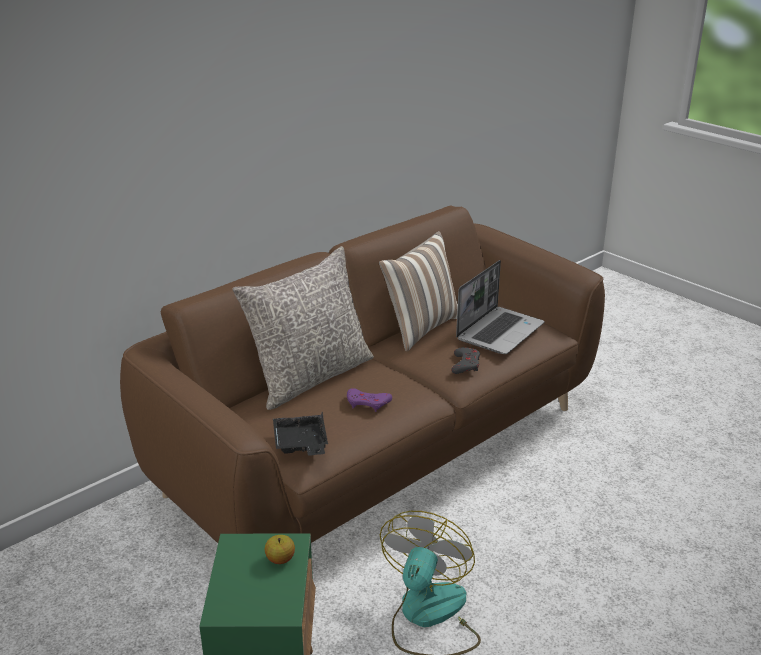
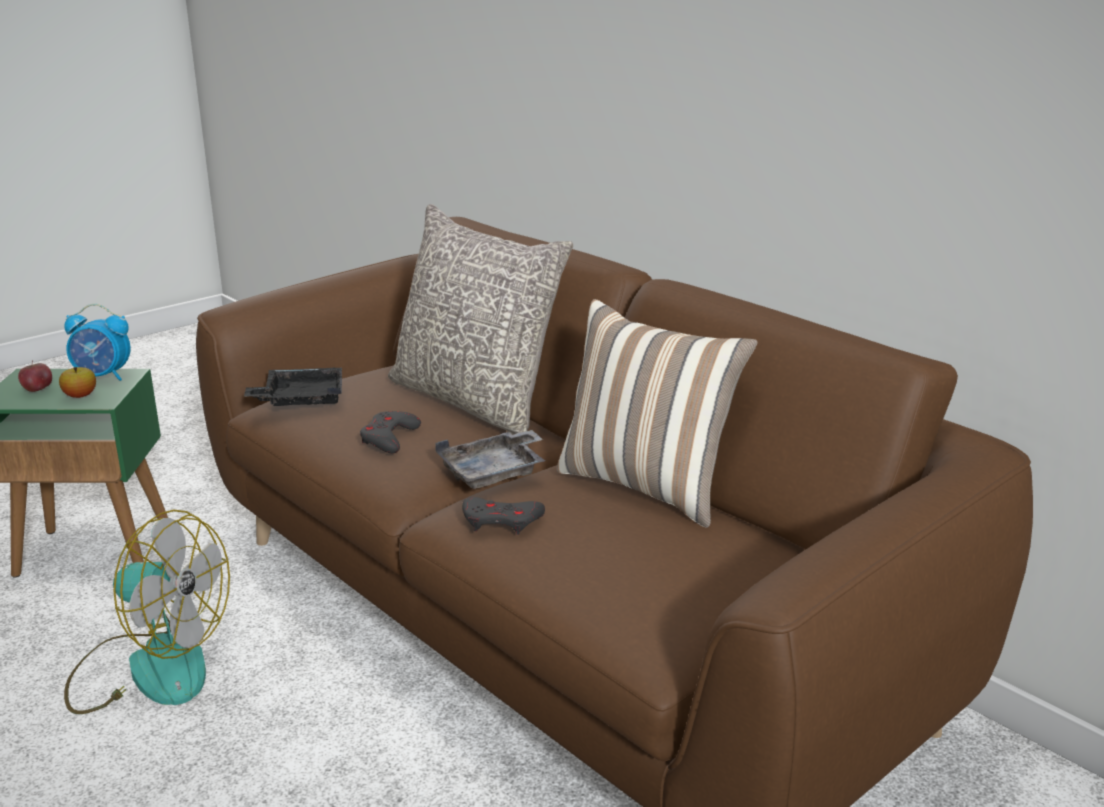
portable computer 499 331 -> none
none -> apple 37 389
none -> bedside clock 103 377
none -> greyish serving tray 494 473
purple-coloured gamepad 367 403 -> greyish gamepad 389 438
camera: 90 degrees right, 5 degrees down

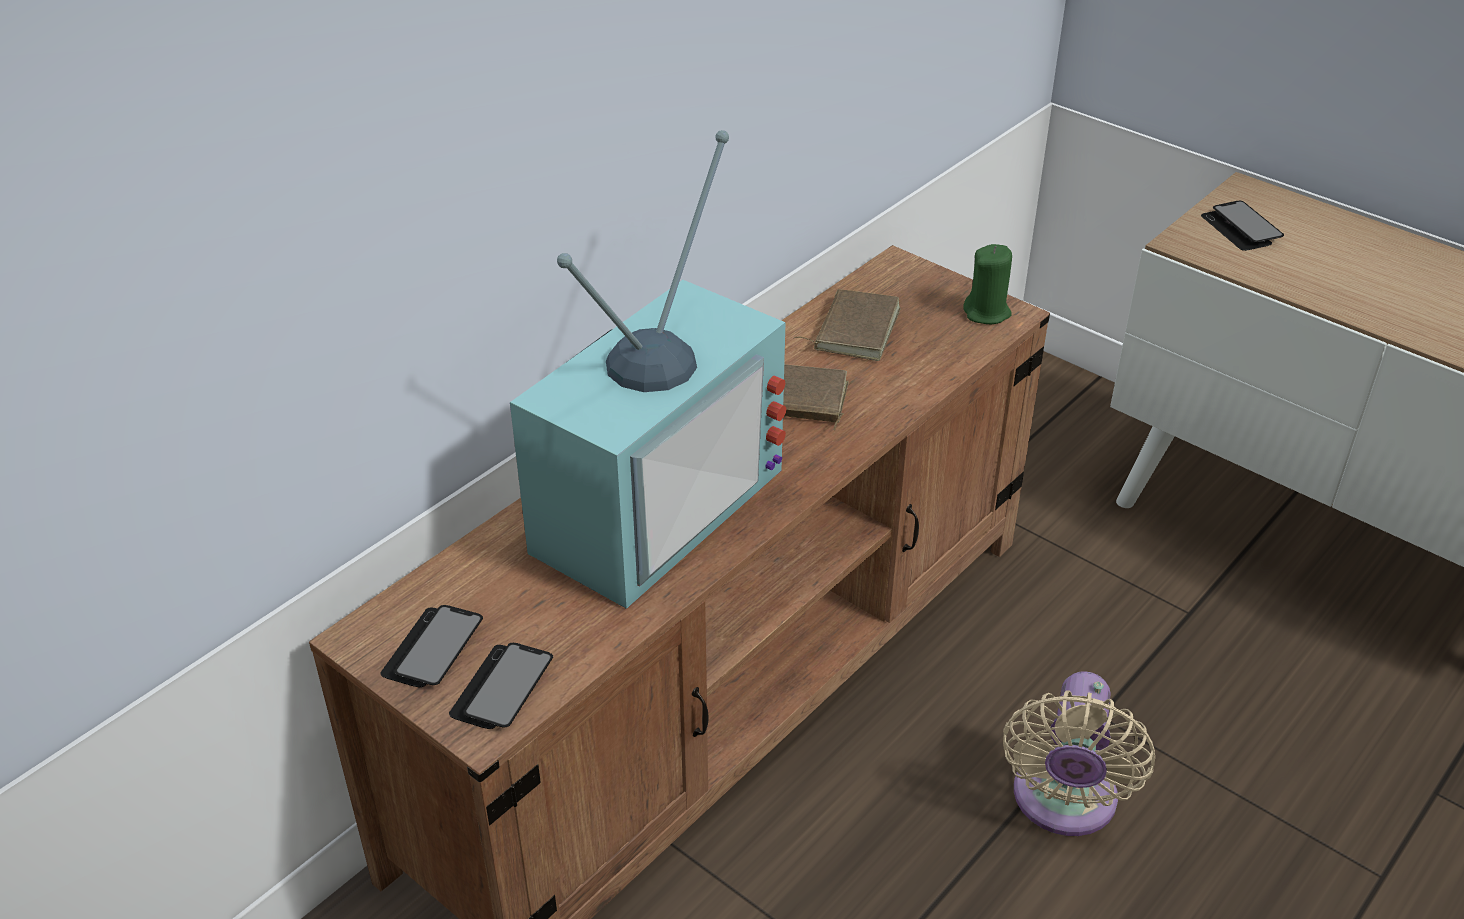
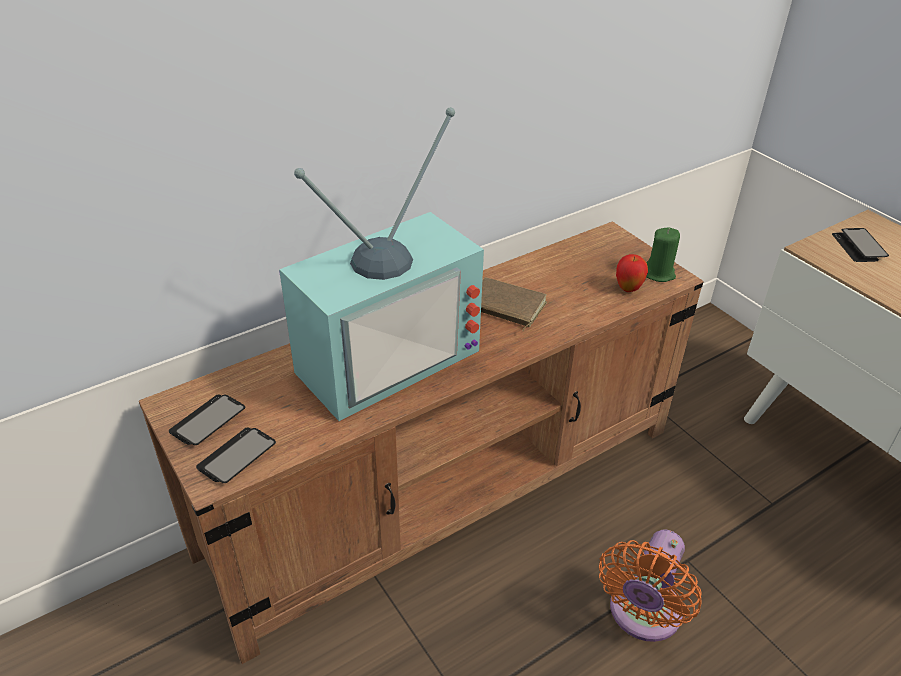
brown-coloured book 854 329 -> none
none -> apple 628 288
beige fan 1063 804 -> orange-coloured fan 642 615
camera: 15 degrees right, 0 degrees up

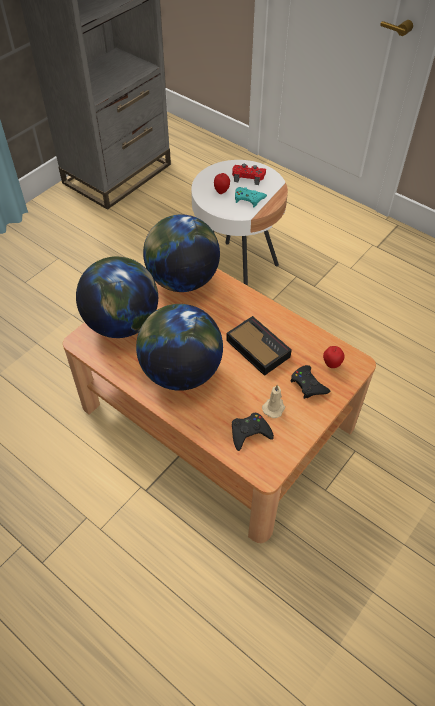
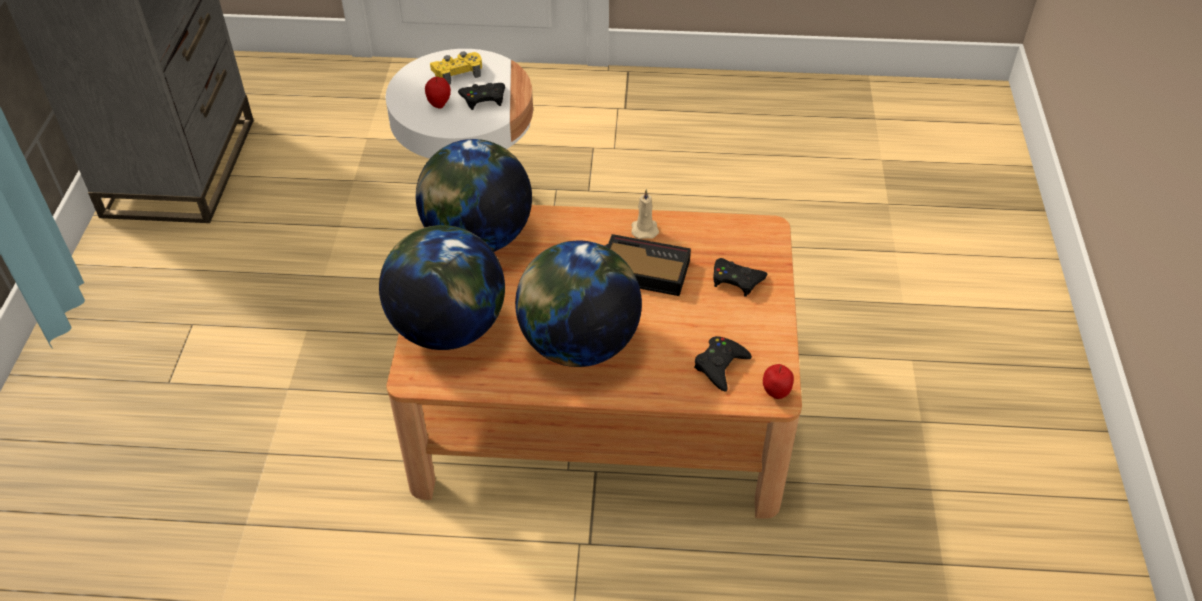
beige candle 274 407 -> beige candle 644 229, relocated
apple 331 364 -> apple 775 393, relocated
red-coloured gamepad 248 177 -> yellow-coloured gamepad 457 72
turquoise gamepad 248 199 -> black-coloured gamepad 483 99
camera: 35 degrees left, 5 degrees down

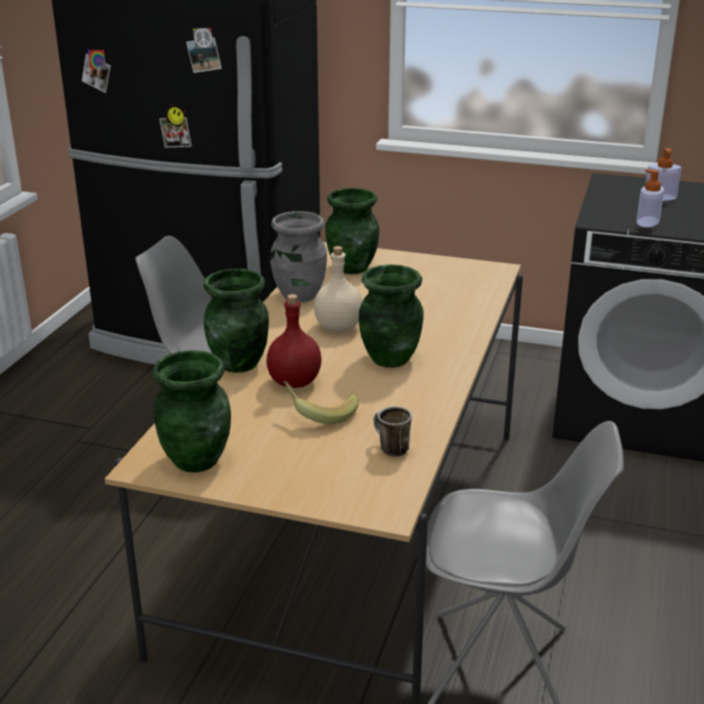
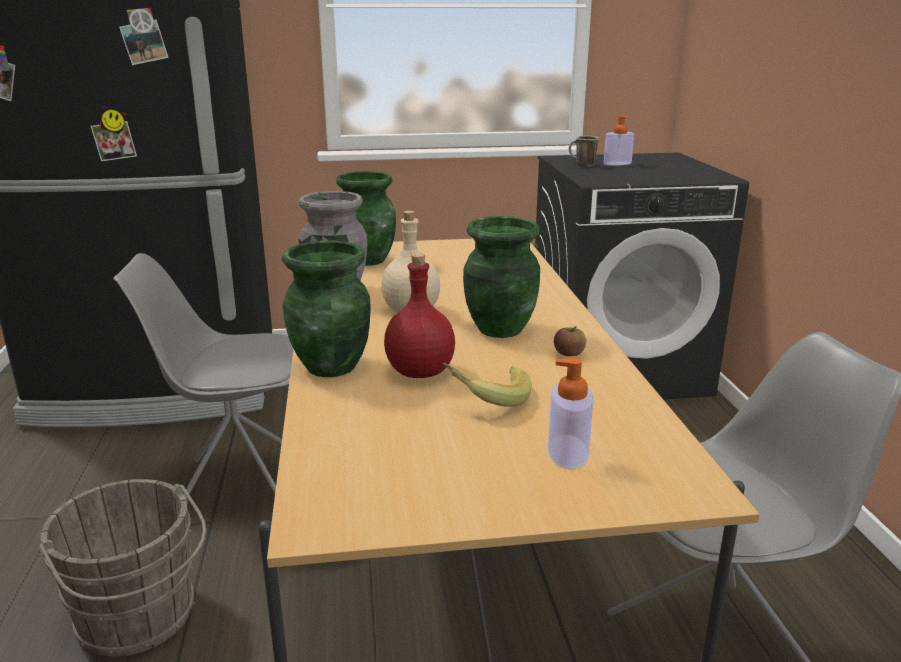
greenish decorative vase 197 459 -> none
none -> greyish pail 139 619
none -> apple 569 353
coffee mug 389 449 -> coffee mug 582 165, relocated
liquid soap bottle 647 222 -> liquid soap bottle 568 452, relocated
camera: 25 degrees left, 5 degrees down

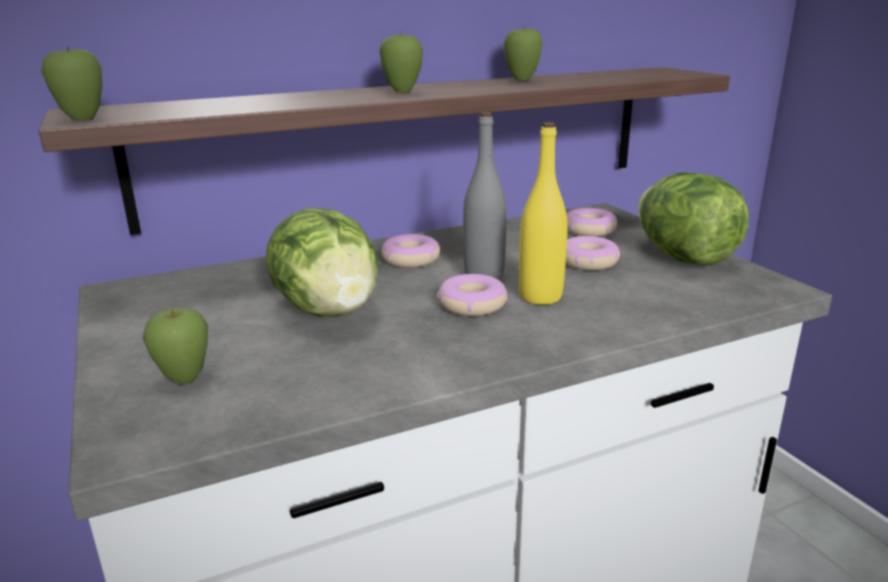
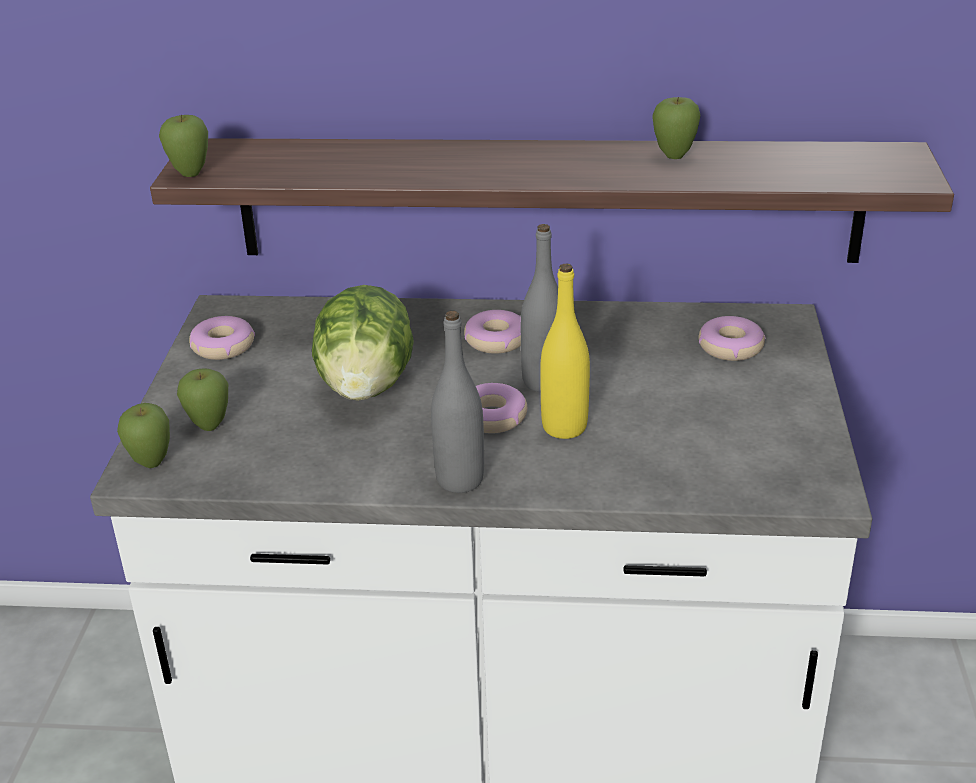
lettuce head 683 257 -> none
none -> greyish beverage bottle 460 480
apple 402 92 -> apple 151 463, relocated
donut 588 262 -> donut 223 346, relocated
camera: 30 degrees right, 10 degrees up

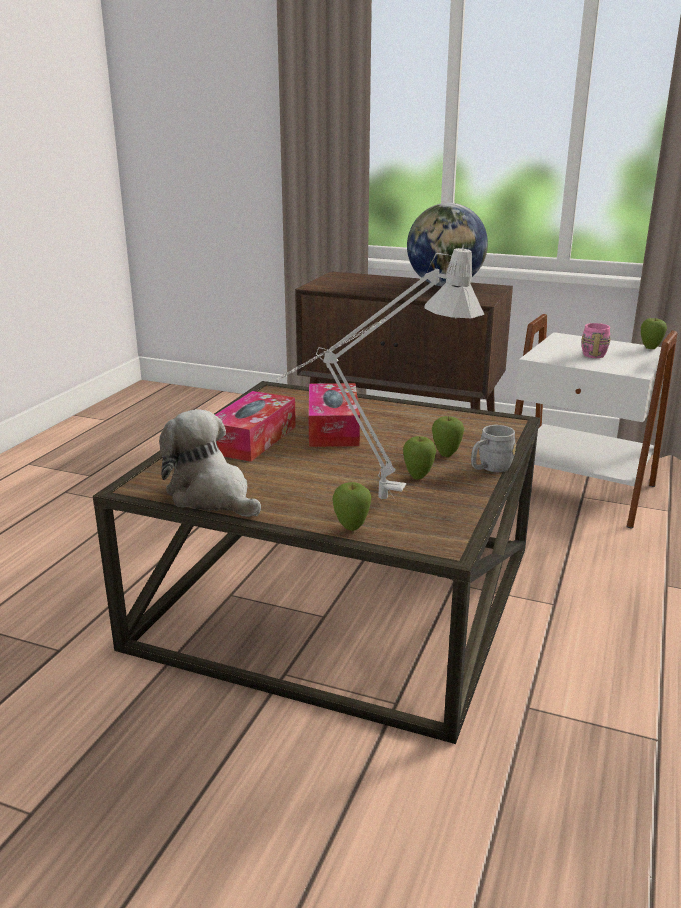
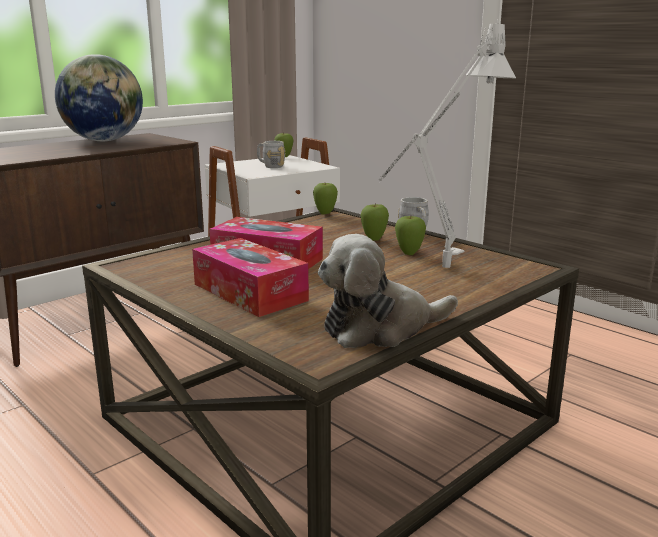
apple 351 528 -> apple 325 214, relocated
pink coffee mug 593 353 -> greyish coffee mug 270 166
camera: 65 degrees left, 5 degrees down

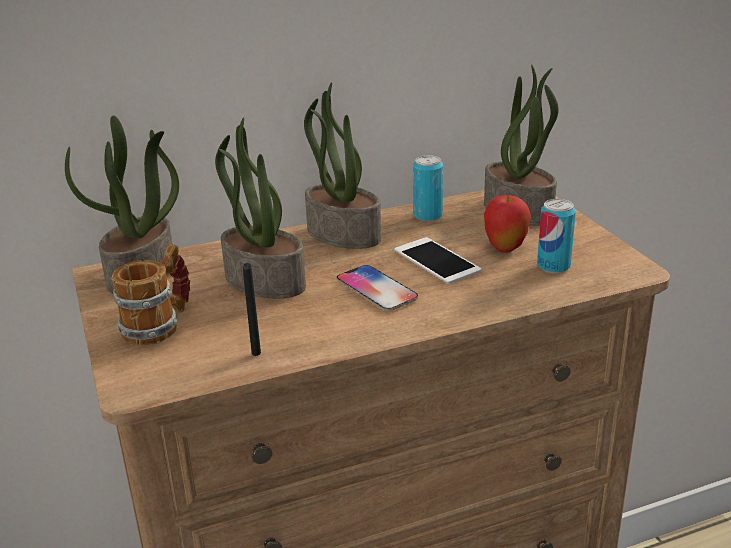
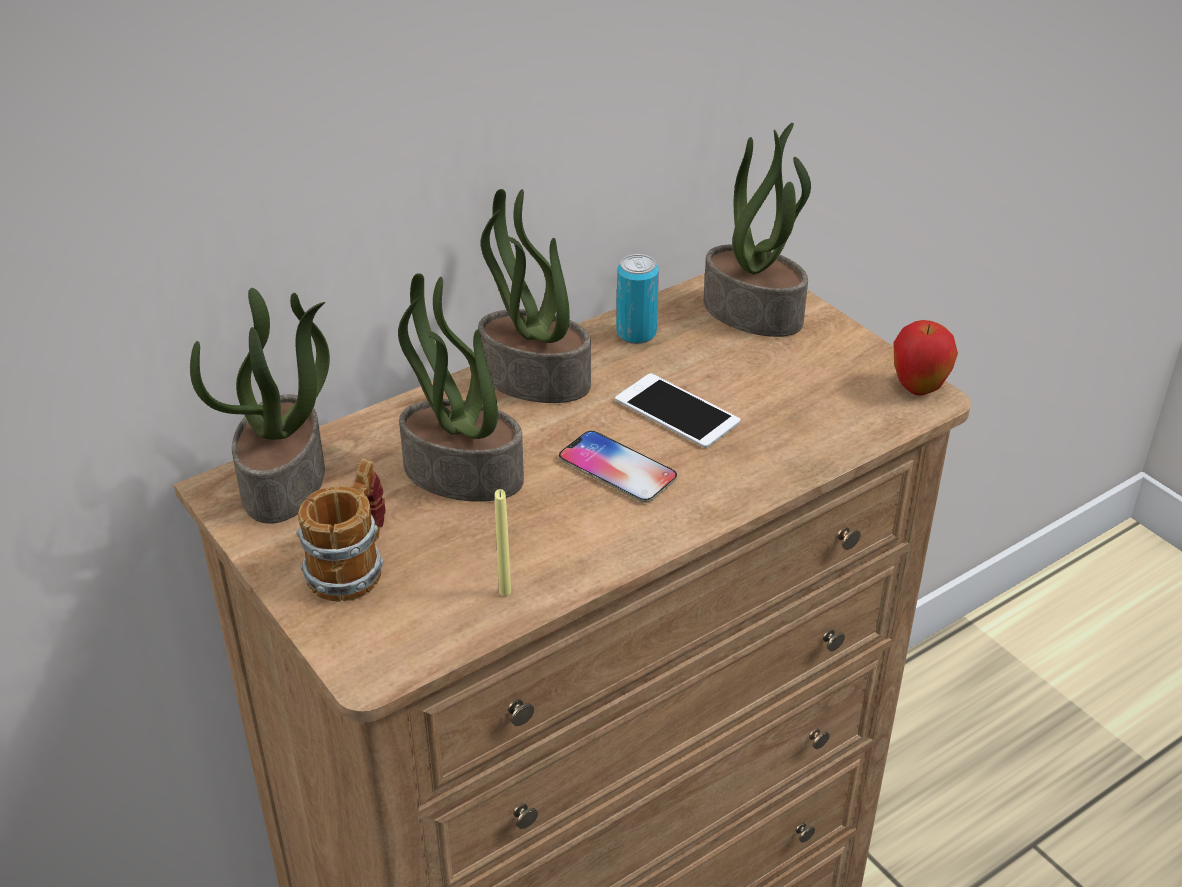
metal can 553 266 -> none
apple 505 248 -> apple 918 388, relocated
black-coloured candle 256 353 -> yellow-coloured candle 505 592
camera: 15 degrees left, 10 degrees up

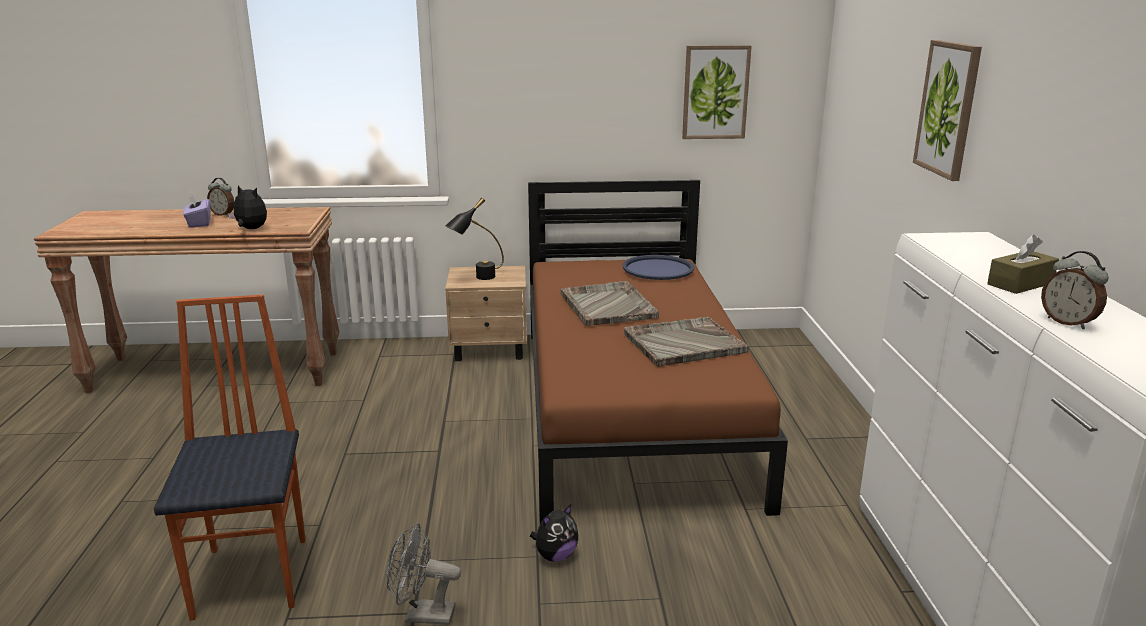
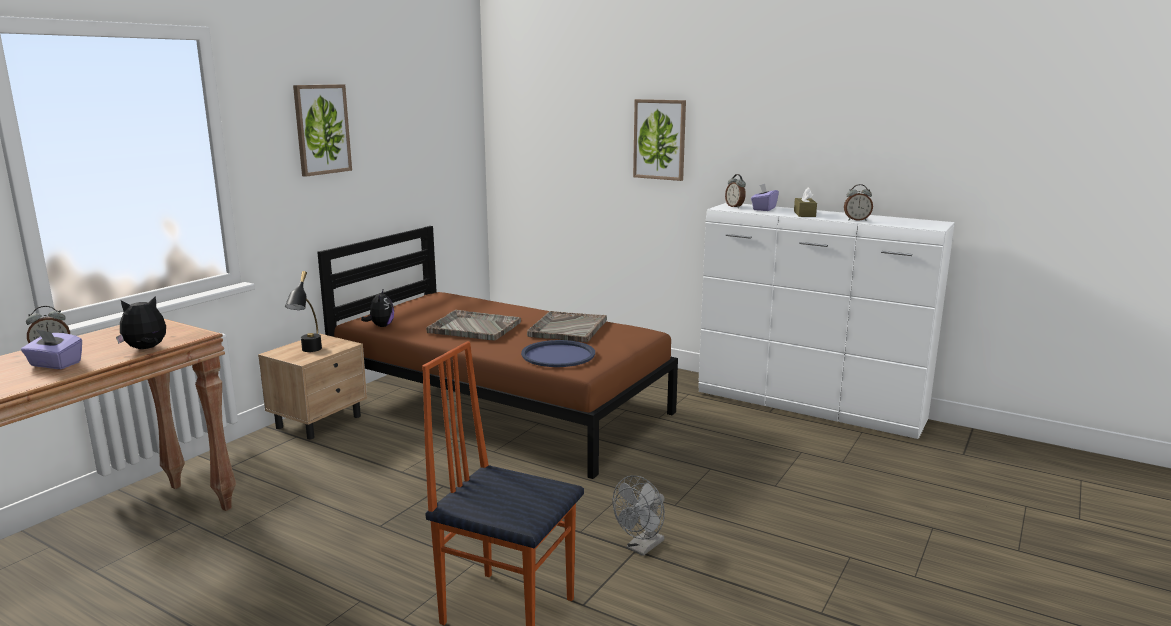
none -> bedside clock 735 207
none -> purple-coloured tissue holder 763 209
plush toy 555 556 -> plush toy 381 326, relocated
bluish serving tray 658 269 -> bluish serving tray 558 355, relocated
picture 715 92 -> picture 322 129, relocated
camera: 55 degrees left, 5 degrees down

